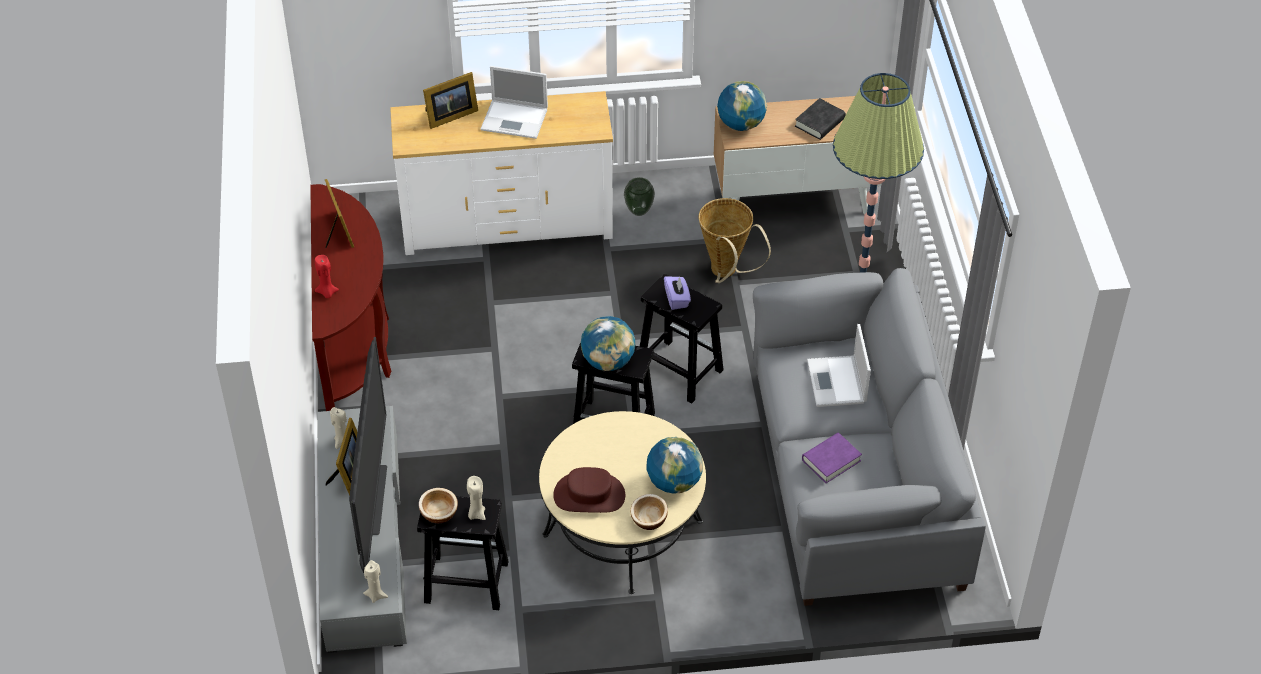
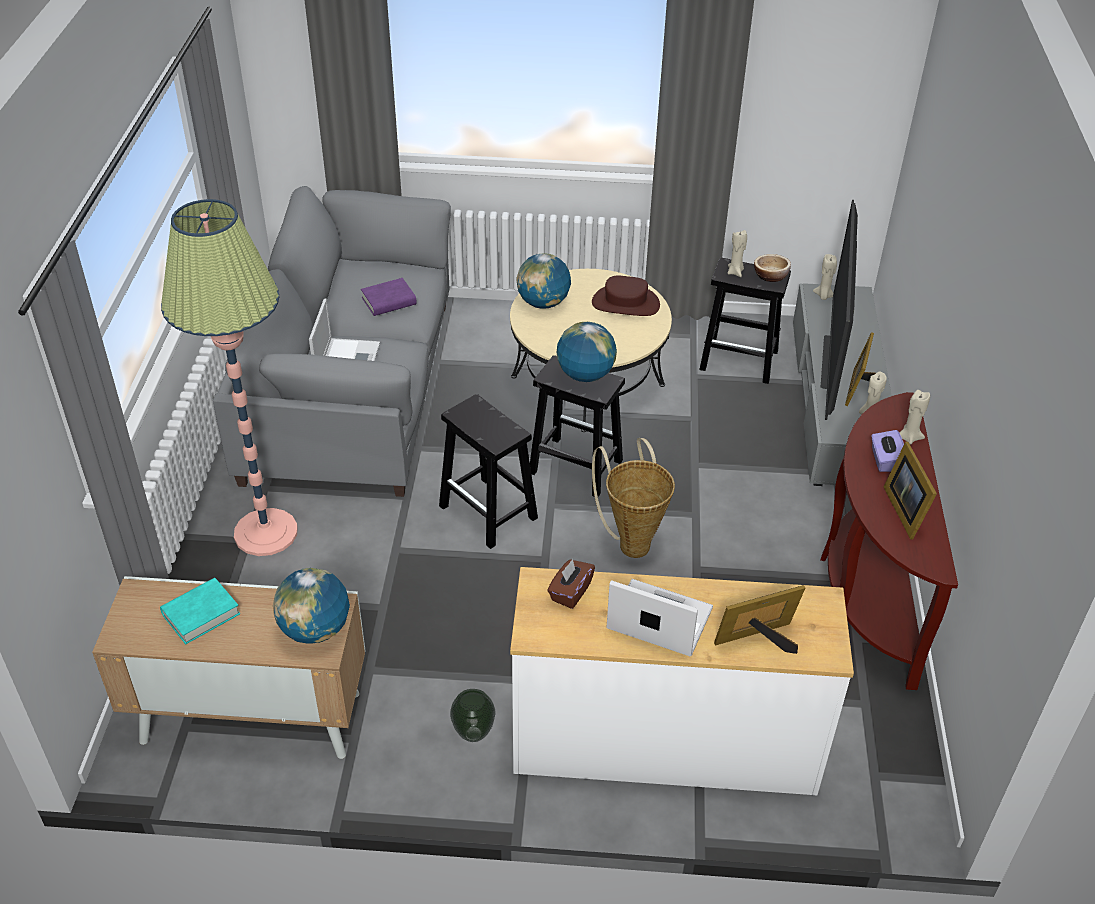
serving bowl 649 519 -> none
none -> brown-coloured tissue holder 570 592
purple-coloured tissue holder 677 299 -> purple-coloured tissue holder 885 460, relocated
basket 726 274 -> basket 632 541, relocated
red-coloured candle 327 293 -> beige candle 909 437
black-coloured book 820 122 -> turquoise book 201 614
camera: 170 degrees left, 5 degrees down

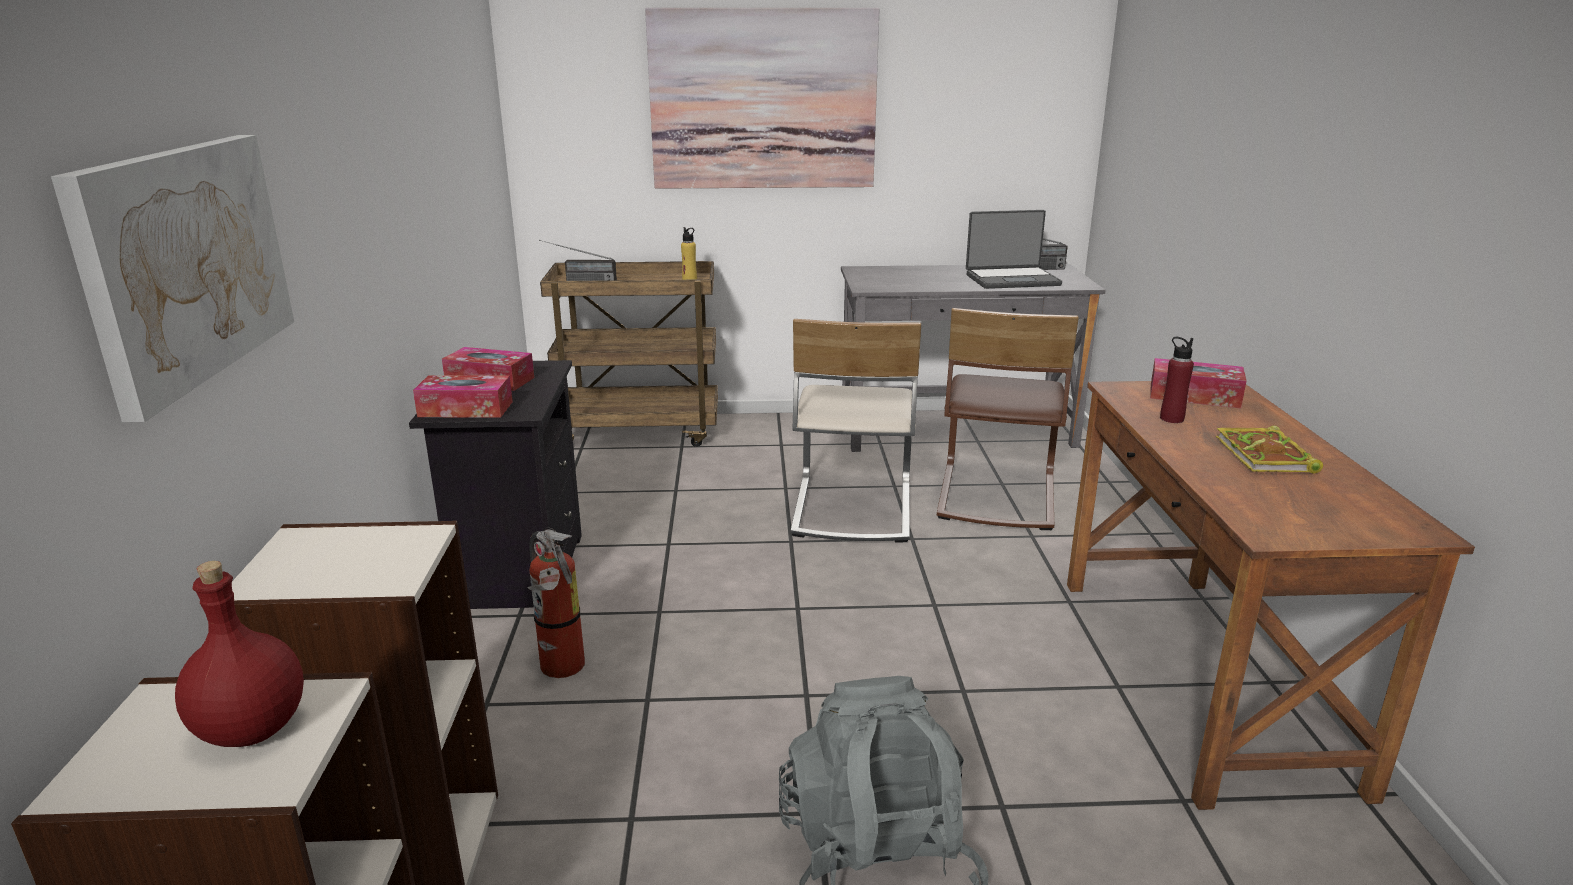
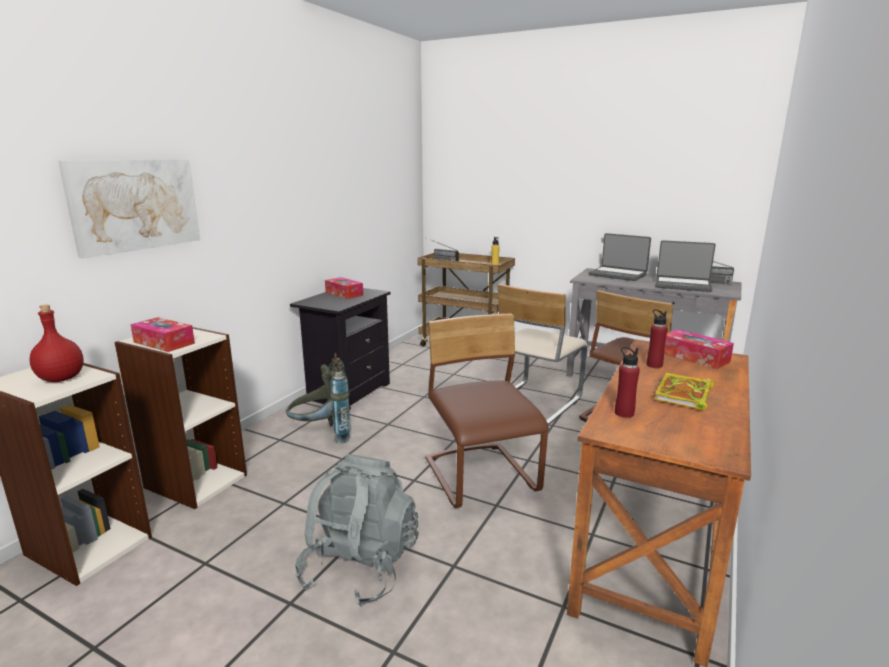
picture 763 100 -> none
none -> brown-coloured upright chair 481 476
none -> portable computer 618 275
none -> red-coloured beverage bottle 624 413
tissue holder 465 409 -> tissue holder 164 343, relocated
extinguisher 562 669 -> greyish backpack 322 435
camera: 30 degrees right, 5 degrees down

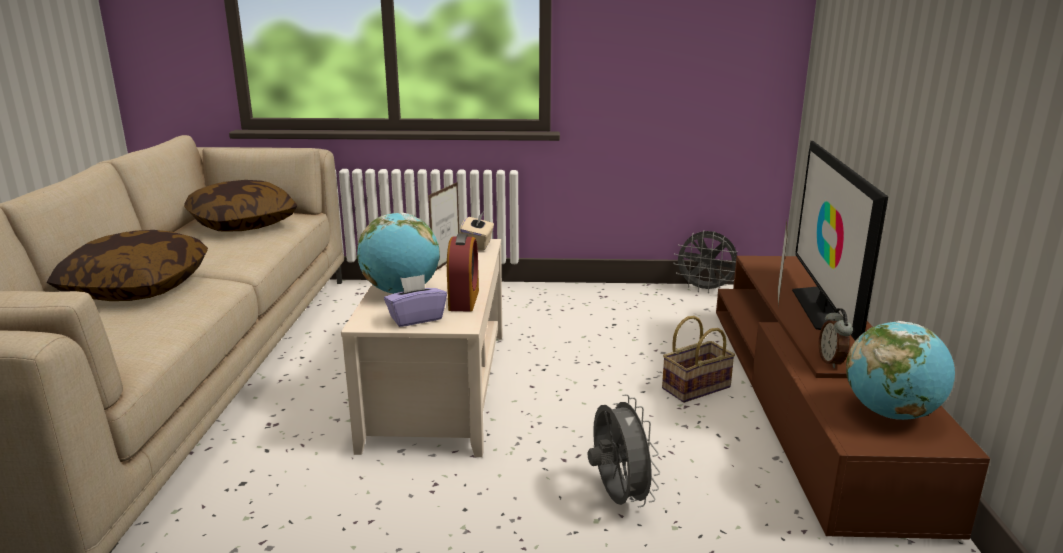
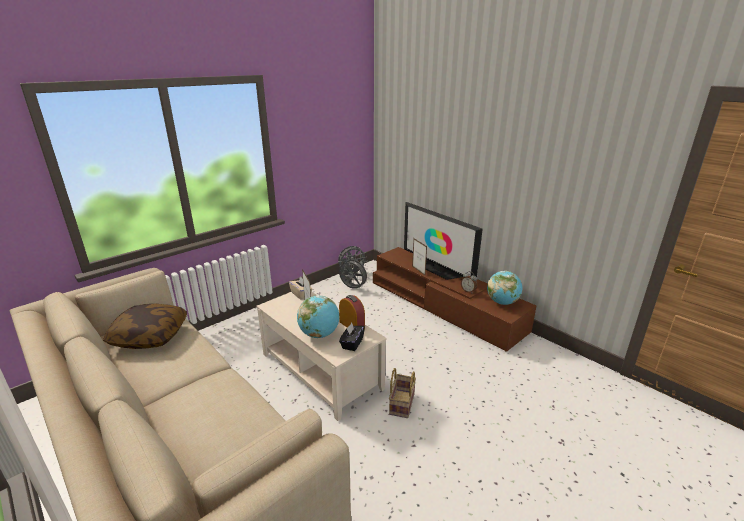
cushion 137 288 -> none
greyish fan 617 498 -> greyish fan 353 288, relocated
basket 696 387 -> basket 401 403, relocated
purple-coloured tissue holder 416 318 -> black-coloured tissue holder 352 343
camera: 45 degrees left, 5 degrees up

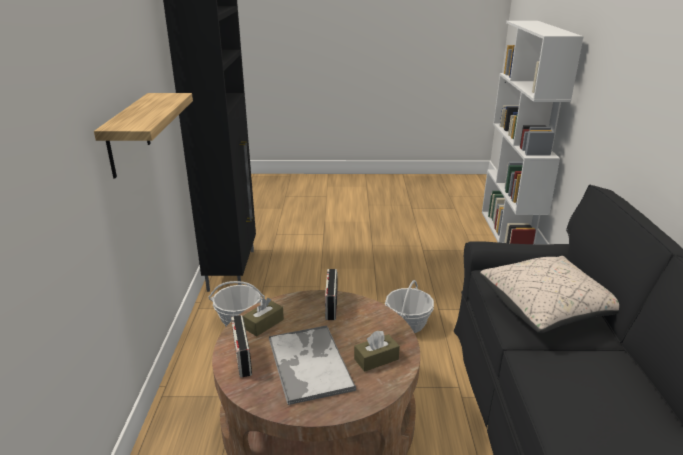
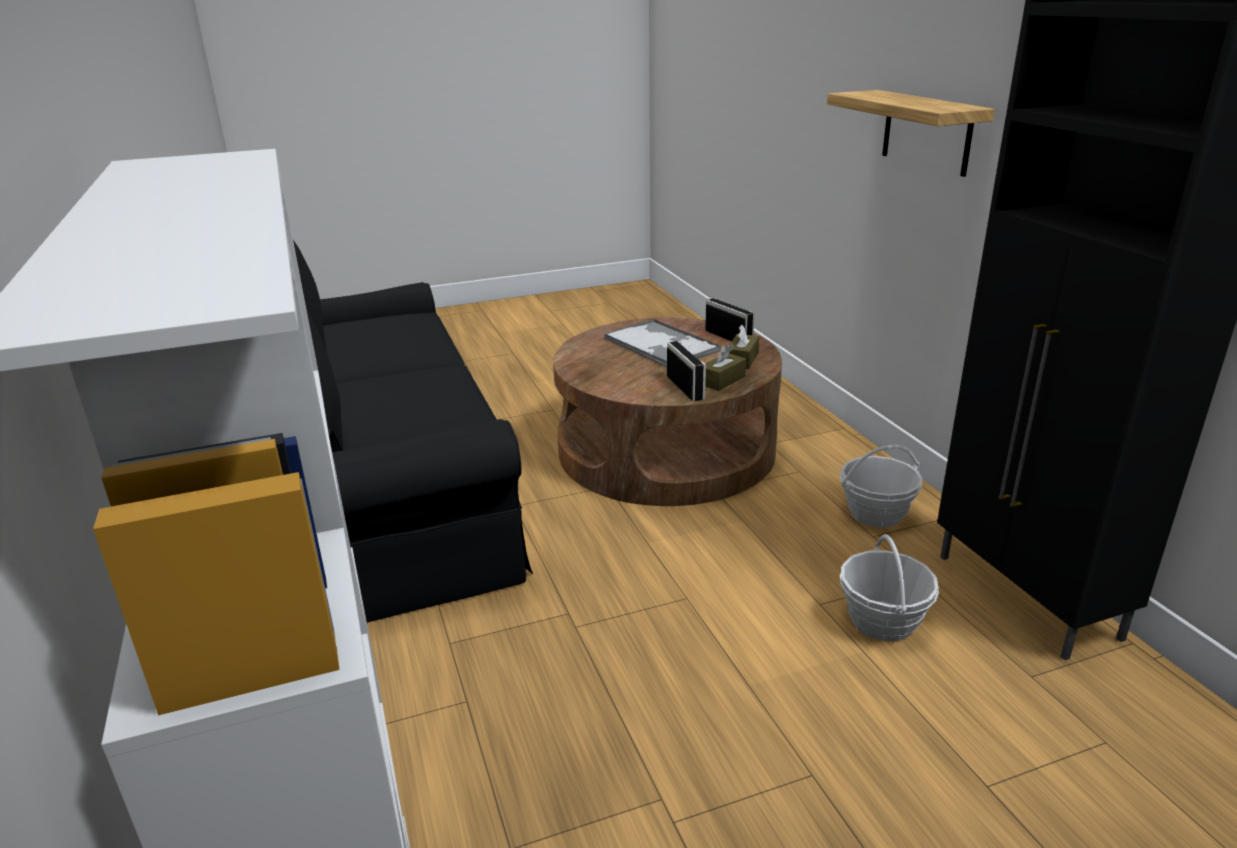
beige cushion 548 308 -> none
brown-coloured tissue holder 376 359 -> brown-coloured tissue holder 722 380, relocated
basket 408 324 -> basket 882 621, relocated
camera: 160 degrees right, 0 degrees up

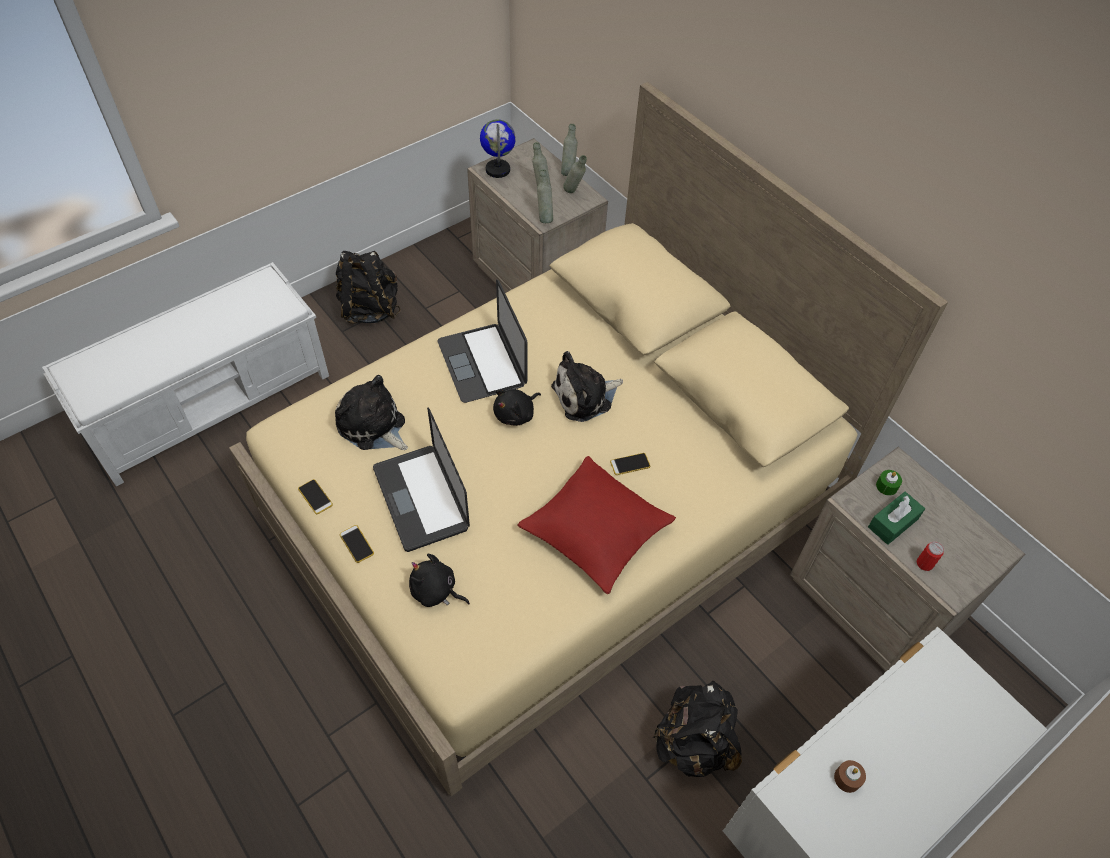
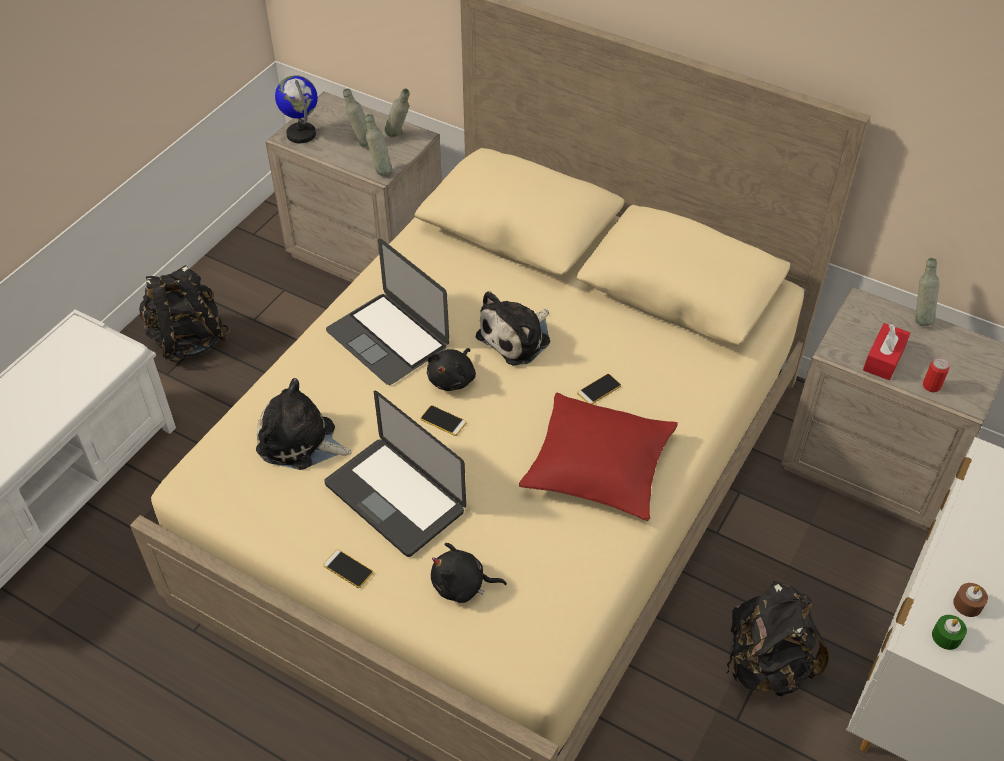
handset 315 497 -> handset 443 421, relocated
greyish beverage bottle 568 171 -> greyish beverage bottle 919 317, relocated
greenish candle 886 486 -> greenish candle 946 636, relocated
greenish tissue holder 893 523 -> red-coloured tissue holder 884 359
camera: 20 degrees left, 5 degrees down

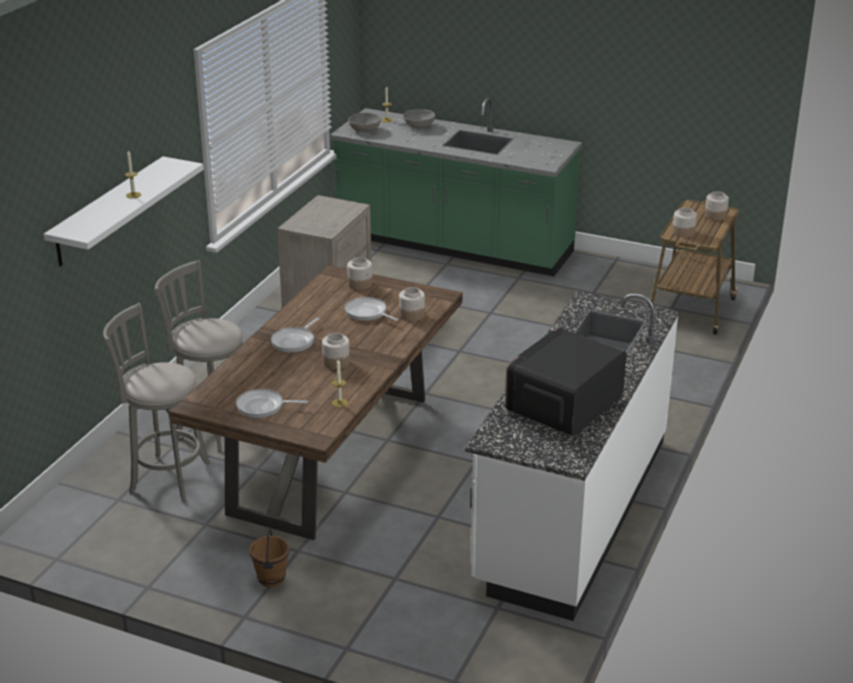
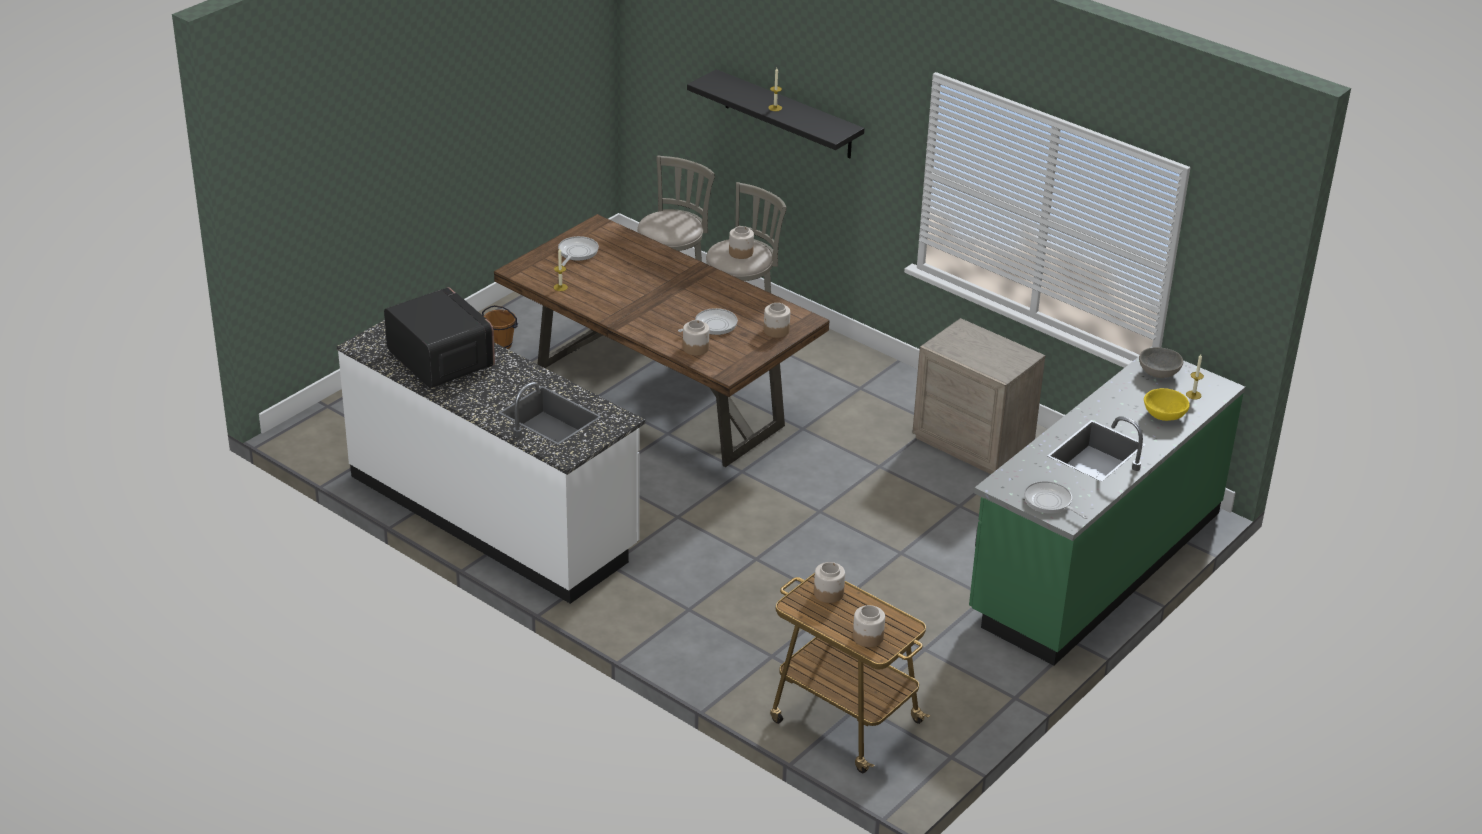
pan 294 341 -> pan 1050 502, relocated
storage jar 336 362 -> storage jar 741 252, relocated
whitish bracket shelf 108 211 -> black-coloured bracket shelf 788 115
greyish serving bowl 419 126 -> yellow-coloured serving bowl 1164 415
camera: 105 degrees right, 5 degrees up

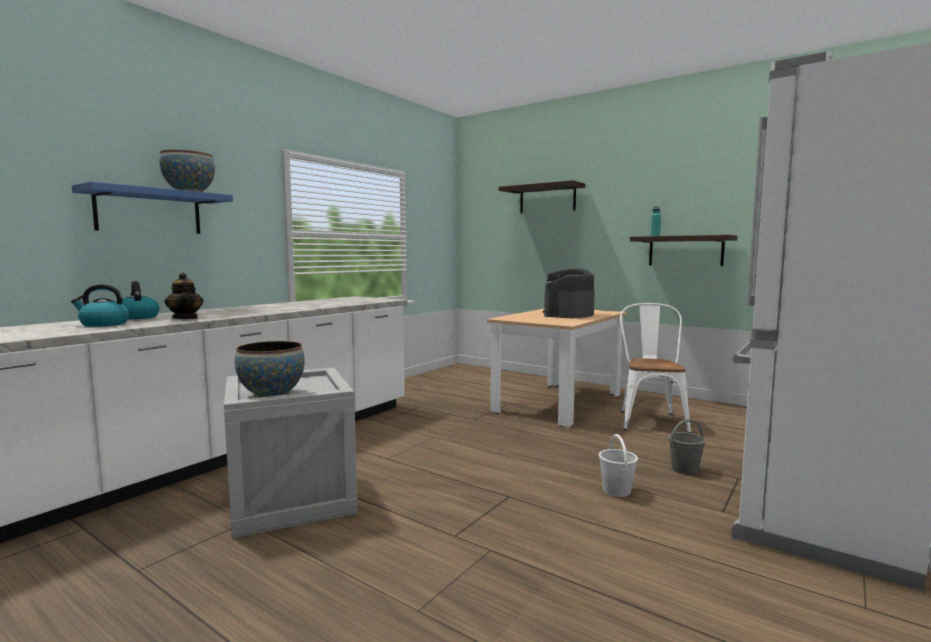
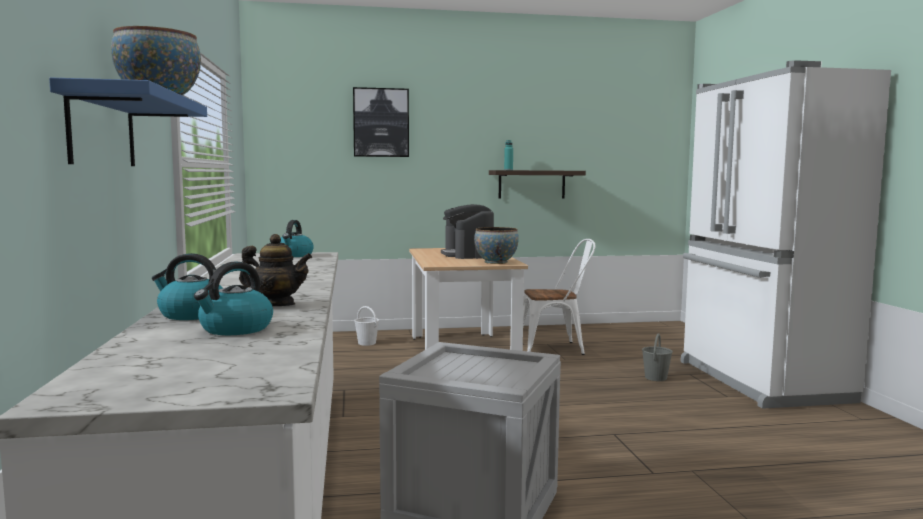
none -> kettle 294 255
serving bowl 272 395 -> serving bowl 496 262, relocated
whitish pail 616 491 -> whitish pail 367 343, relocated
bracket shelf 547 199 -> picture 381 122
whitish upright chair 650 419 -> whitish upright chair 556 348, 120 degrees clockwise
camera: 45 degrees left, 0 degrees up

